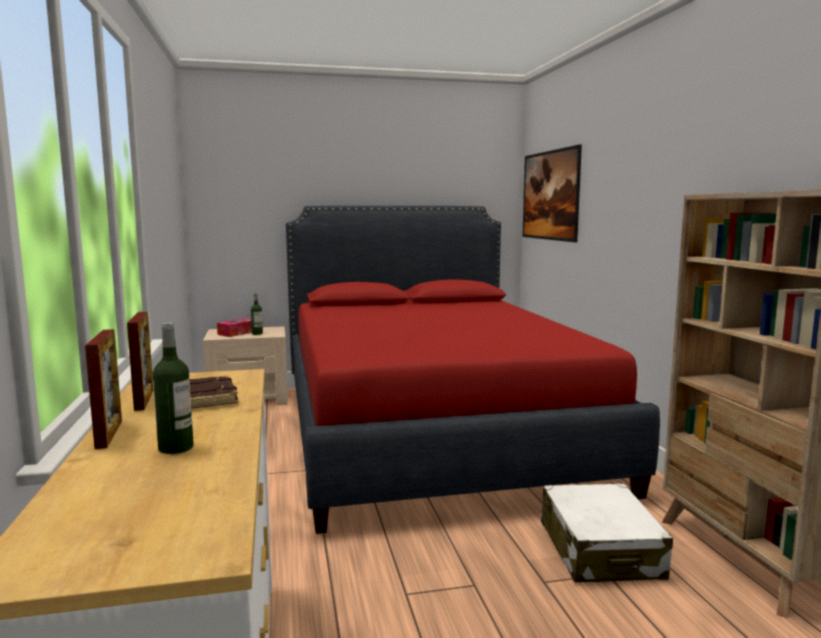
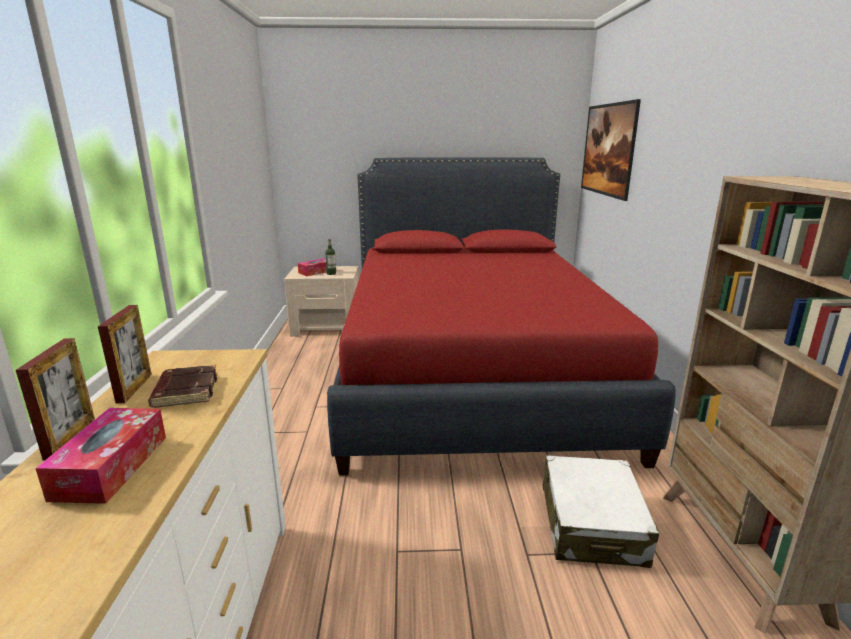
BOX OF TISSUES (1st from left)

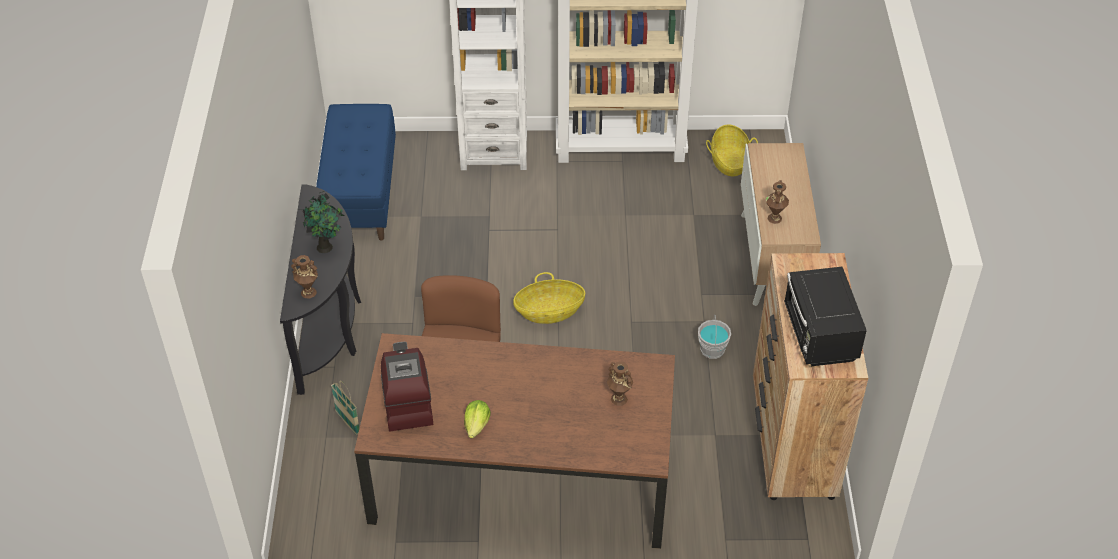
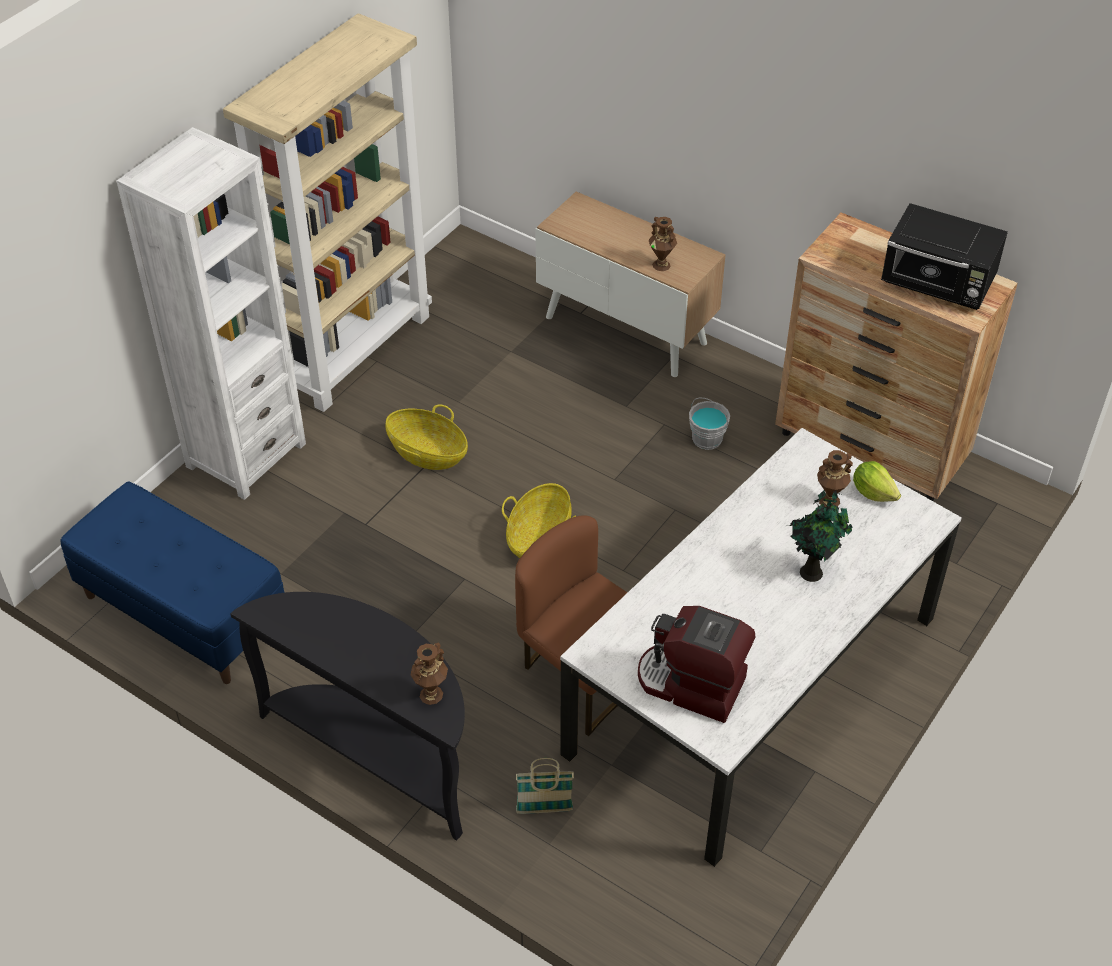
BASKET (1st from left)
PLANT IN A POT
WHITISH DINING TABLE
HEAD OF LETTUCE

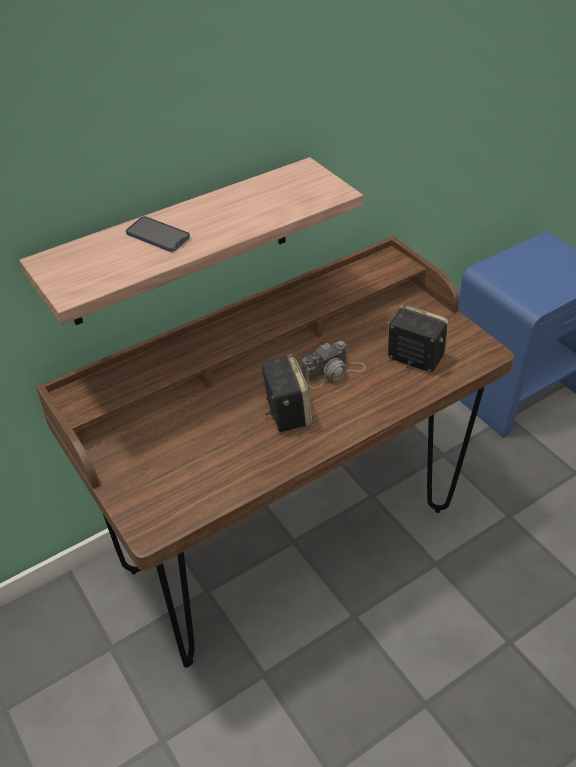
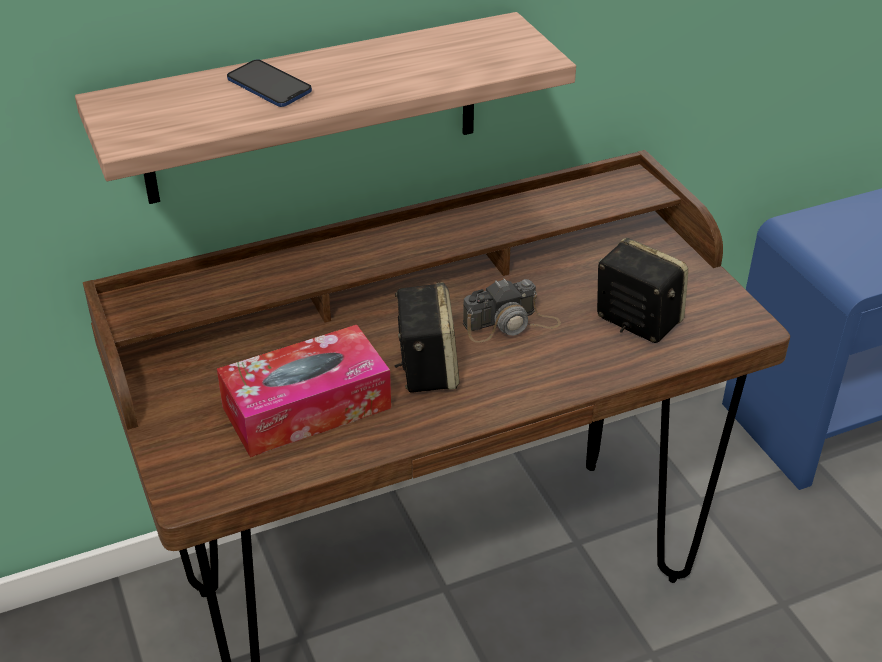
BOX OF TISSUES

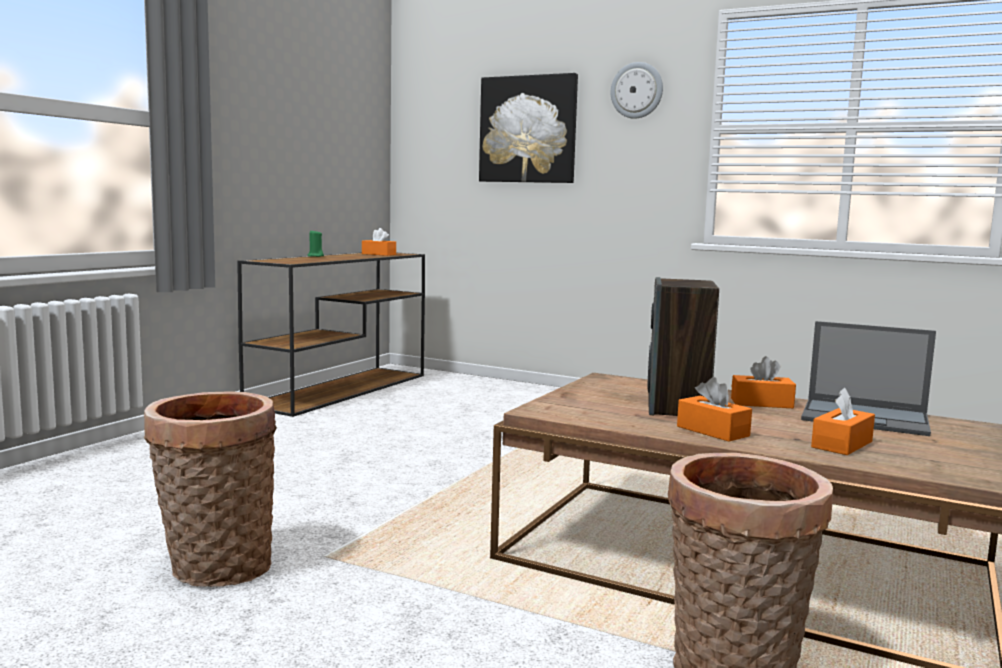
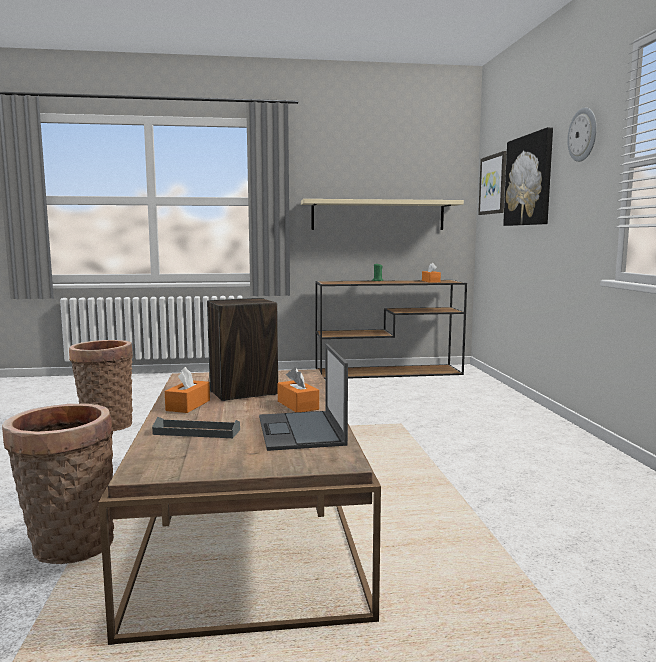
GRAY CARRYING TRAY
PICTURE (1st from left)
SAND-COLOURED SHELF

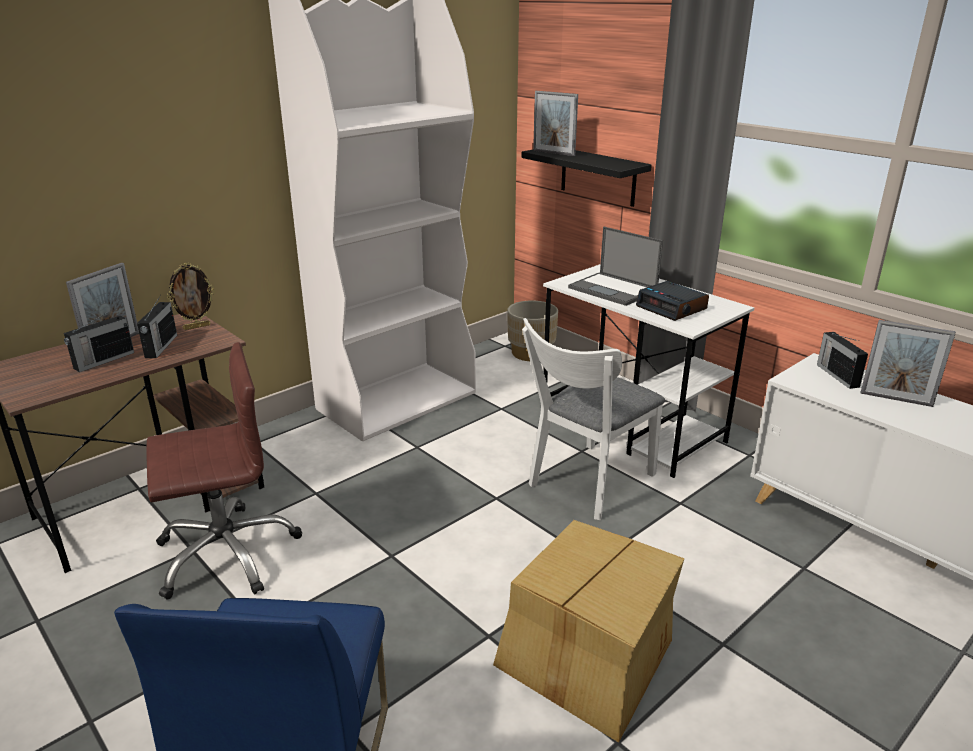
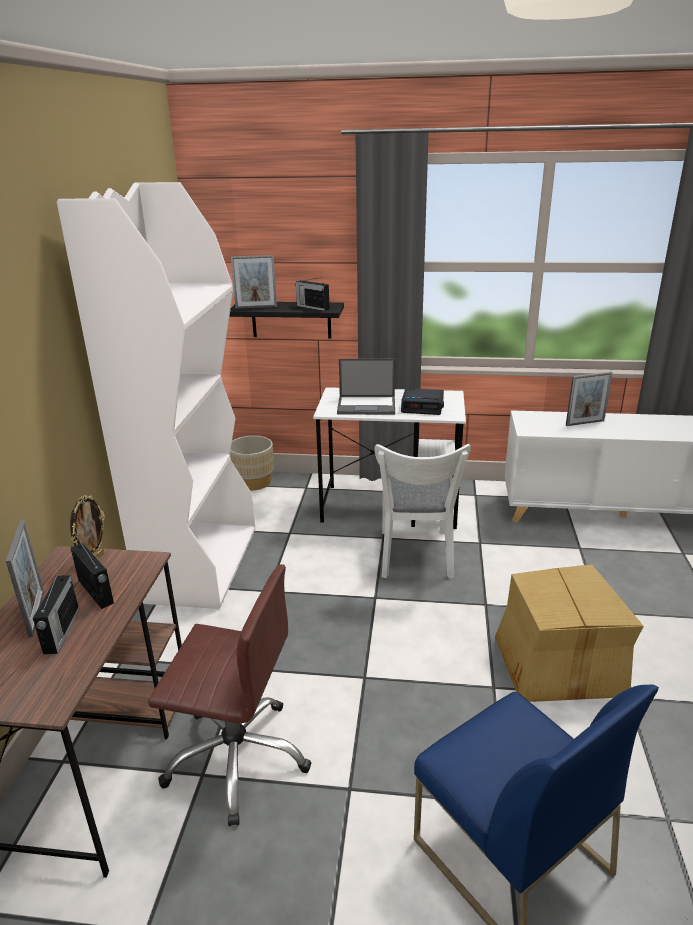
RADIO SET (3rd from left)
BROWNISH COMPUTER CHAIR

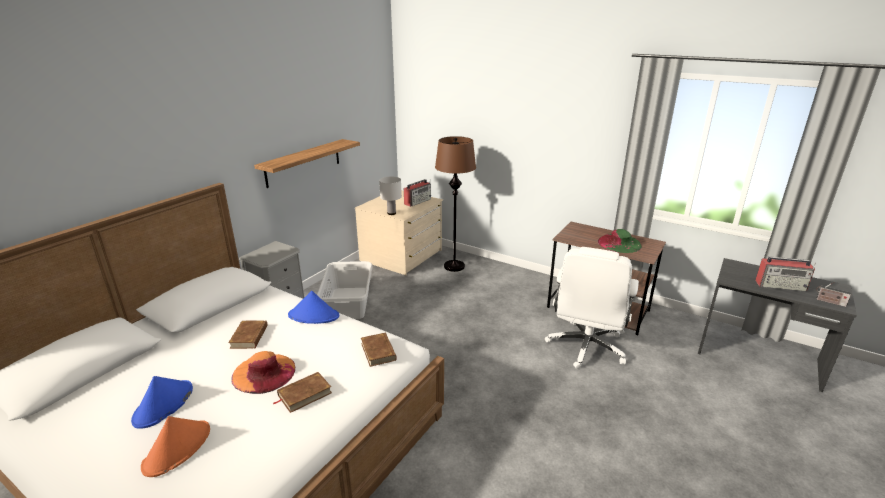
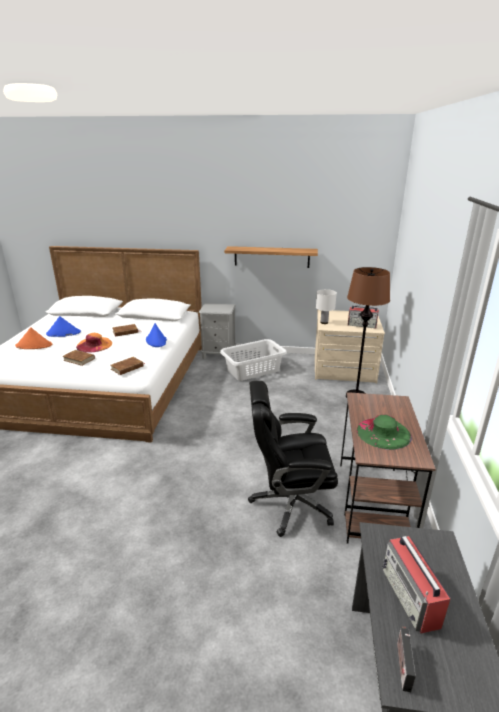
BLACK-COLOURED COMPUTER CHAIR

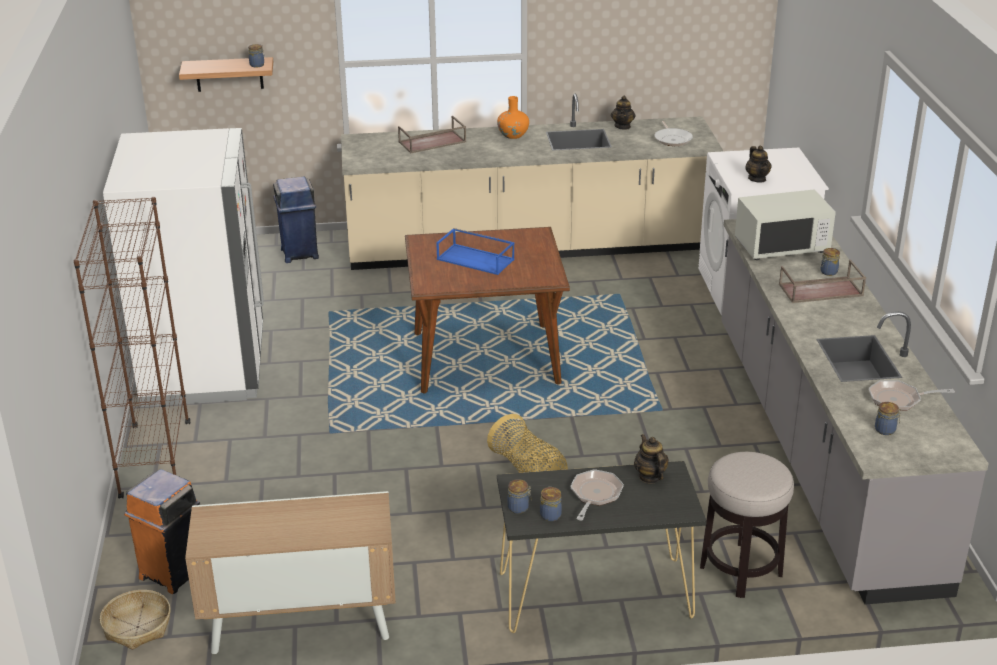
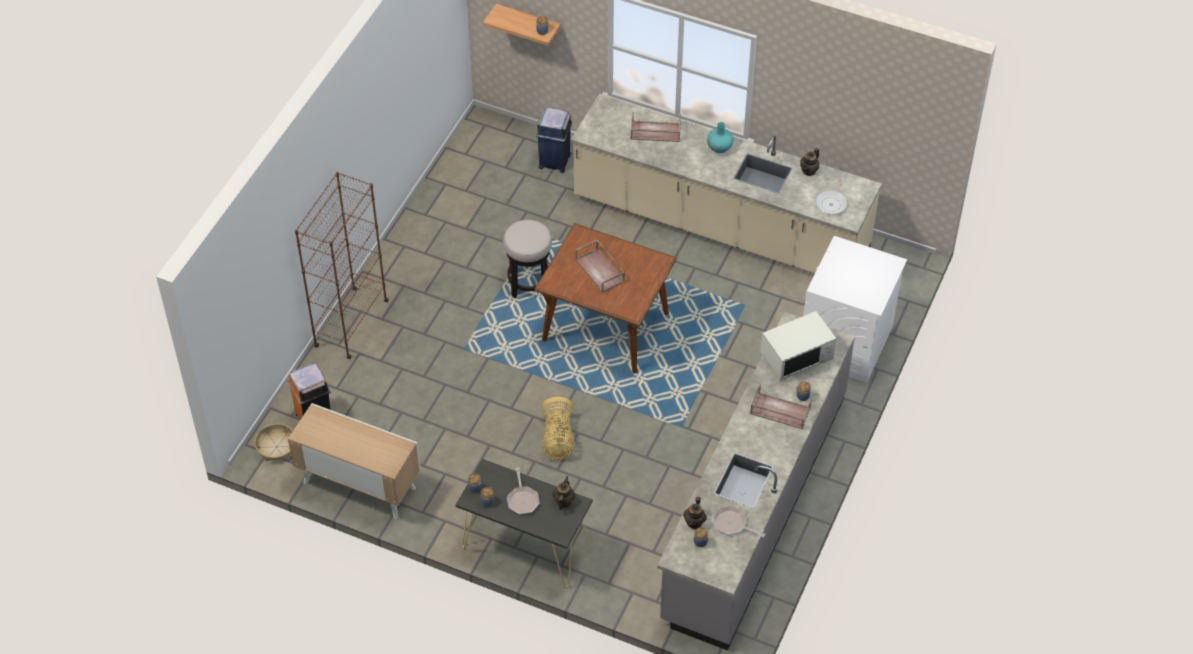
TURQUOISE-COLOURED VASE
WHITISH REFRIGERATOR
TEAPOT (2nd from left)
WHITISH MICROWAVE
BROWNISH CARRYING TRAY (1st from left)
SITTING STOOL
FRYING PAN (1st from left)

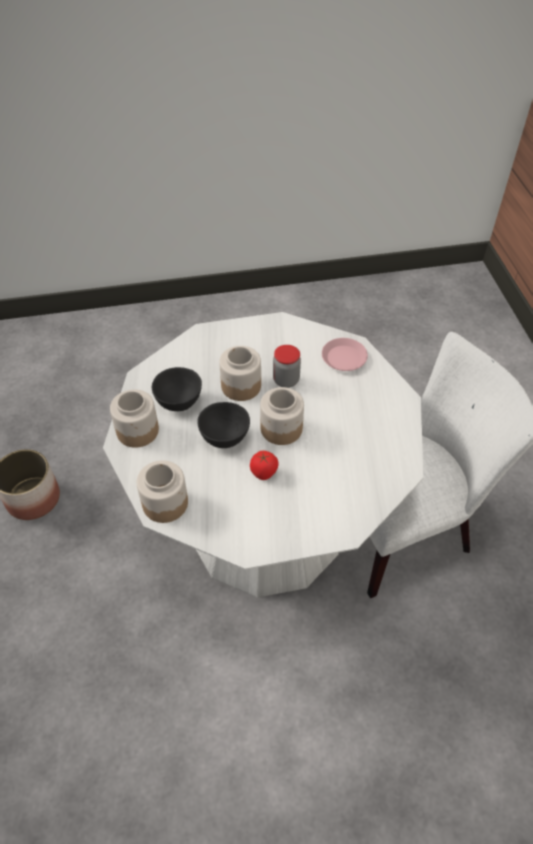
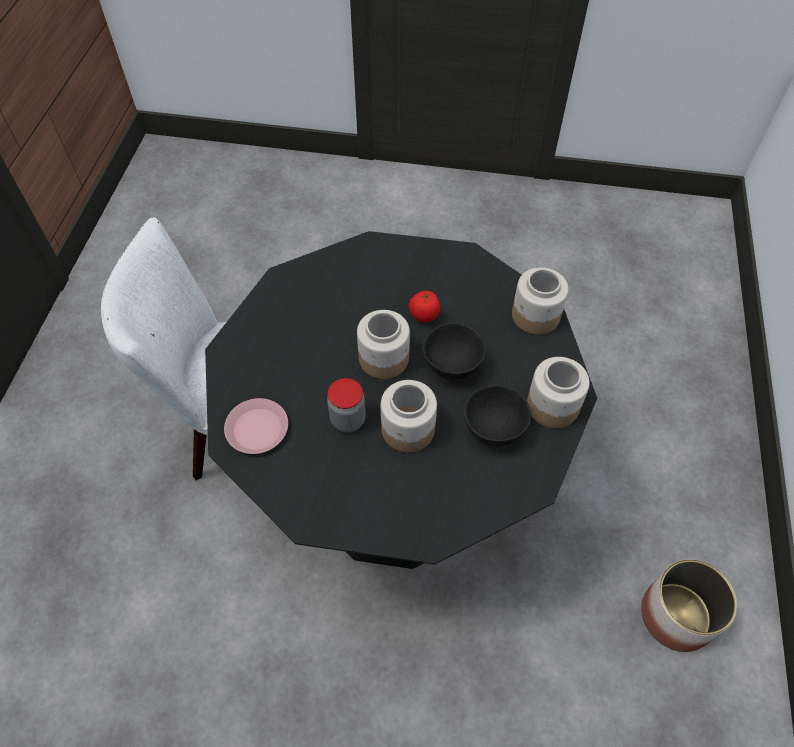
BLACK-COLOURED DINING TABLE

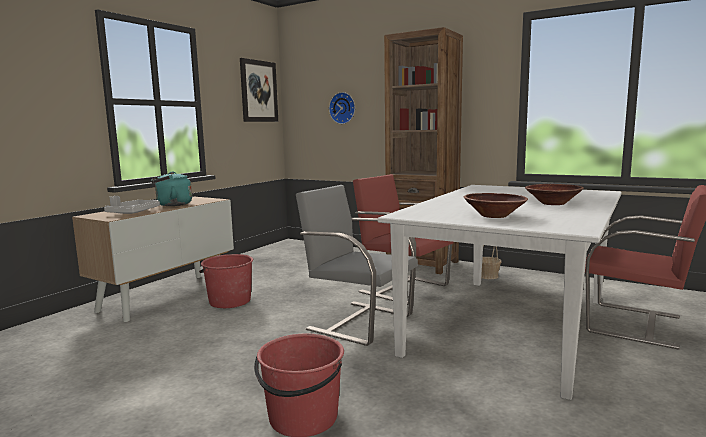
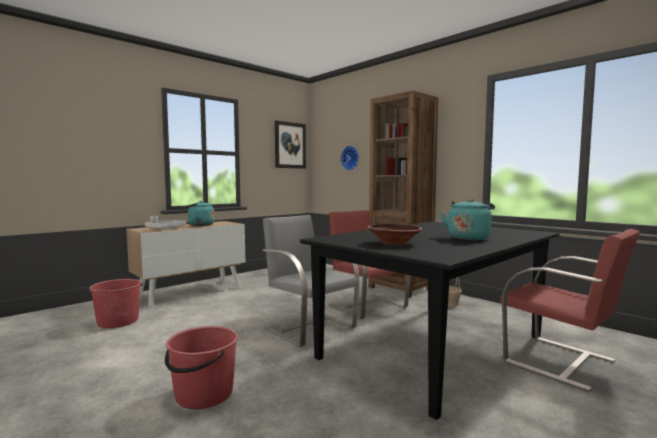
TURQUOISE-COLOURED WATER KETTLE (2nd from left)
BLACK-COLOURED DINING TABLE
REDDISH BUCKET (1st from left)

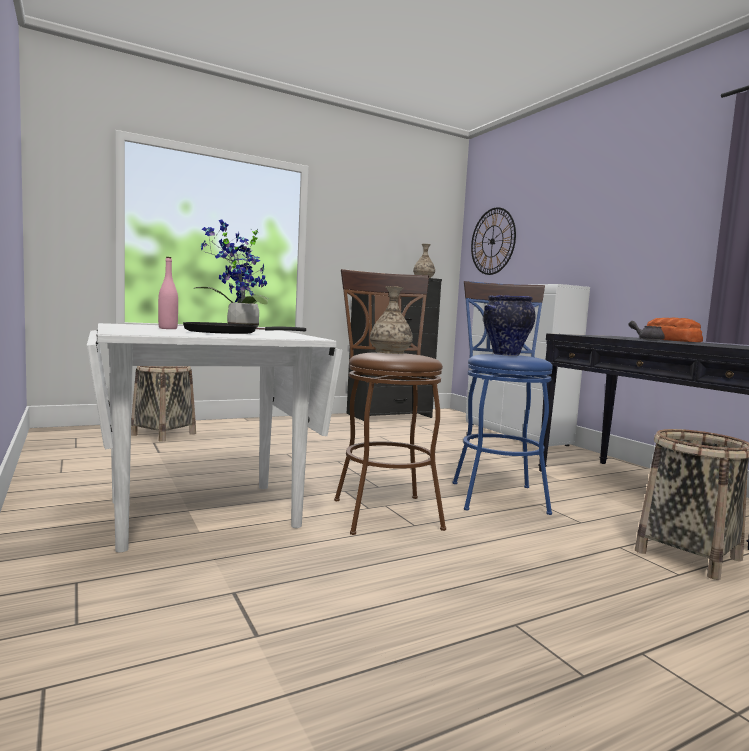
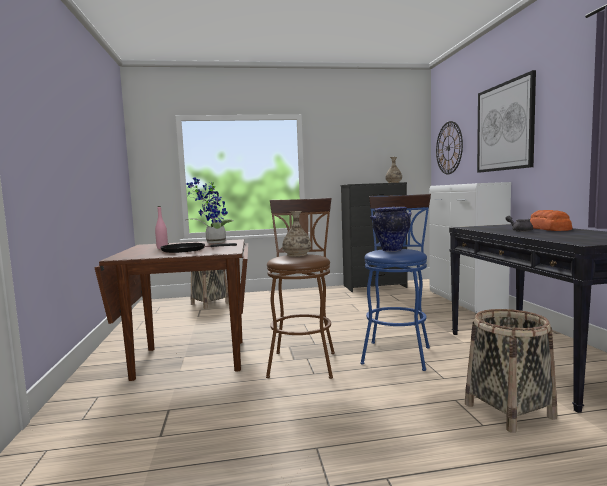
BROWNISH DINING TABLE
PICTURE

